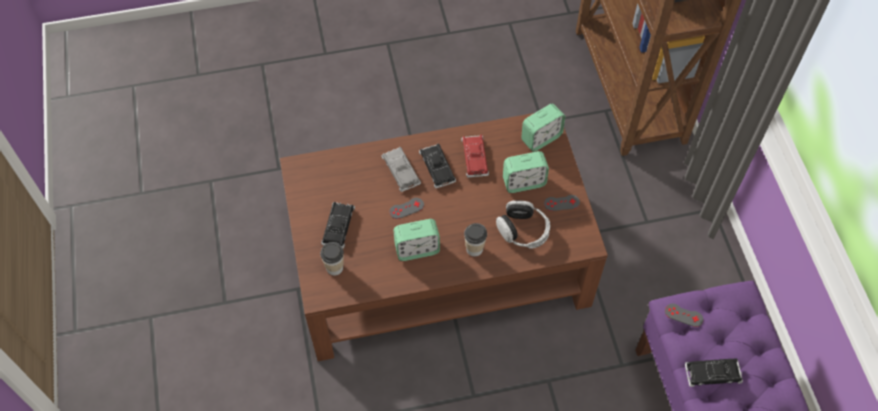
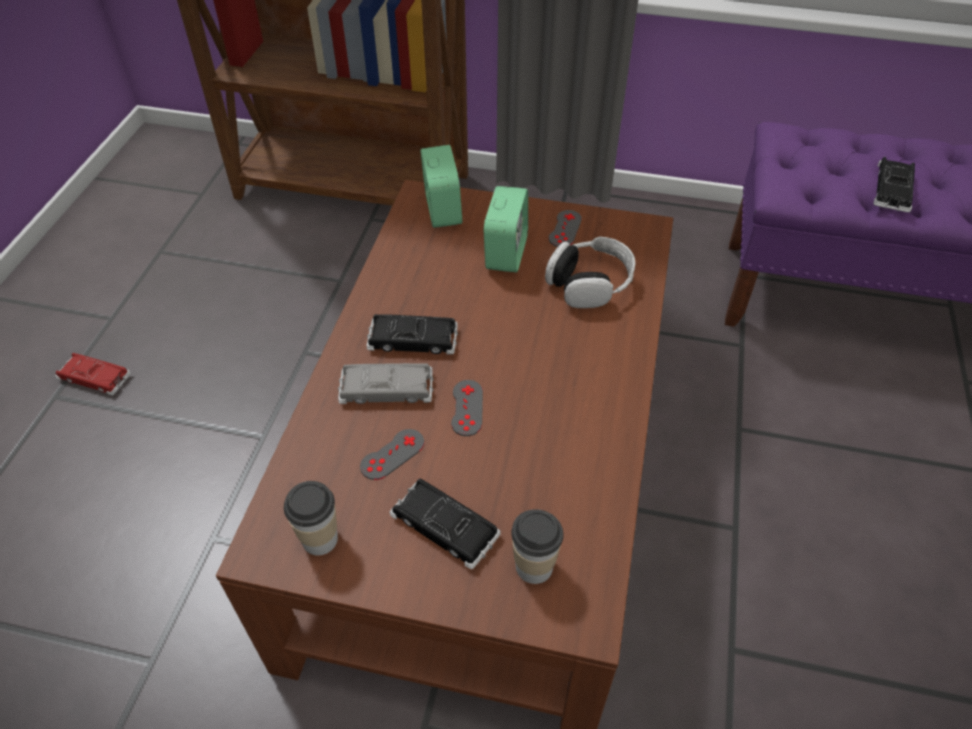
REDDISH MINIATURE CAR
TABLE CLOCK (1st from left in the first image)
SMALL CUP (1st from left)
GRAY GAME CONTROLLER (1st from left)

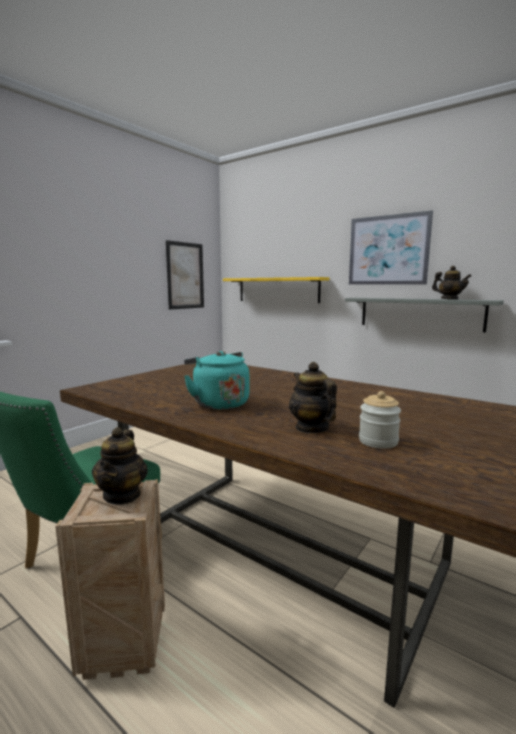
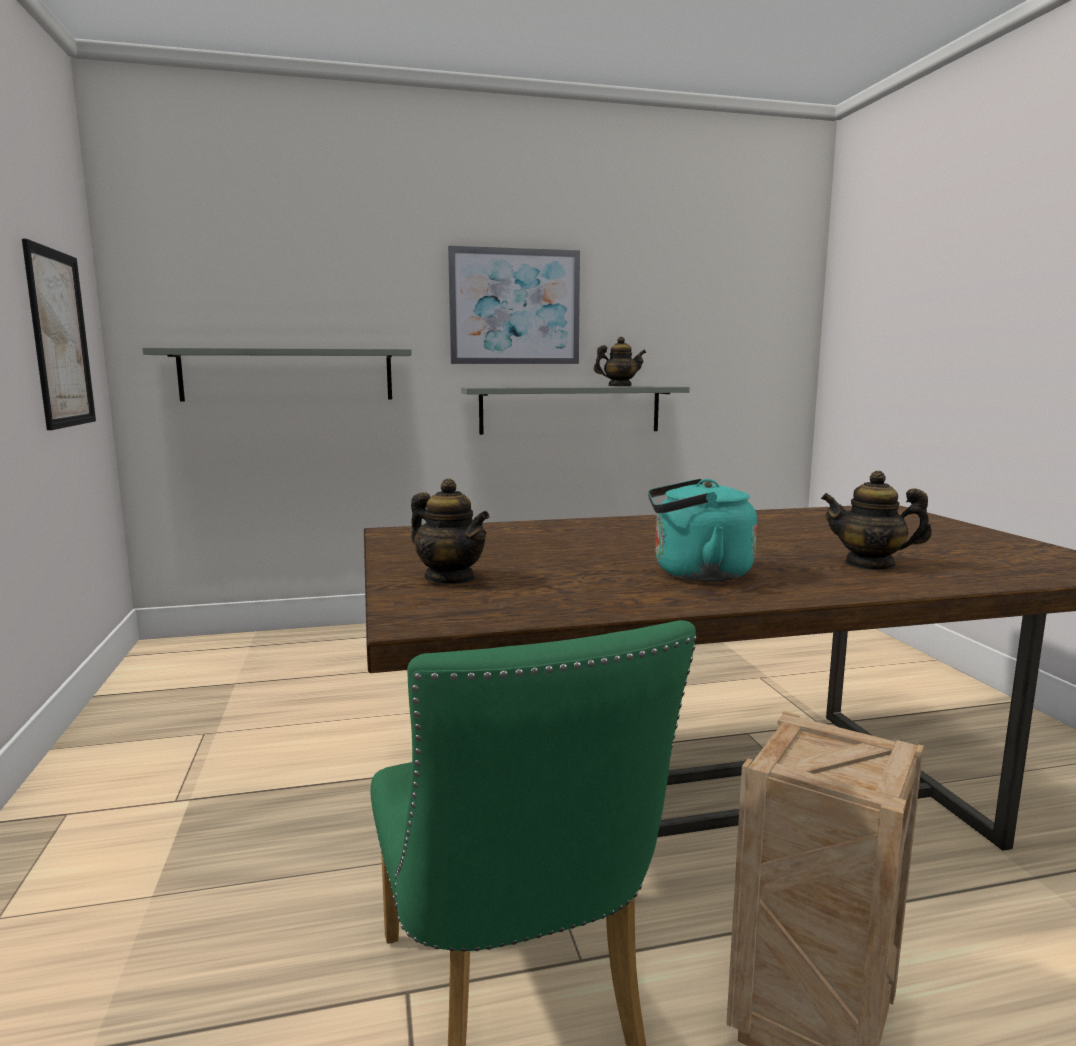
GRAY SHELF (1st from left)
JAR
TEAPOT (1st from left)

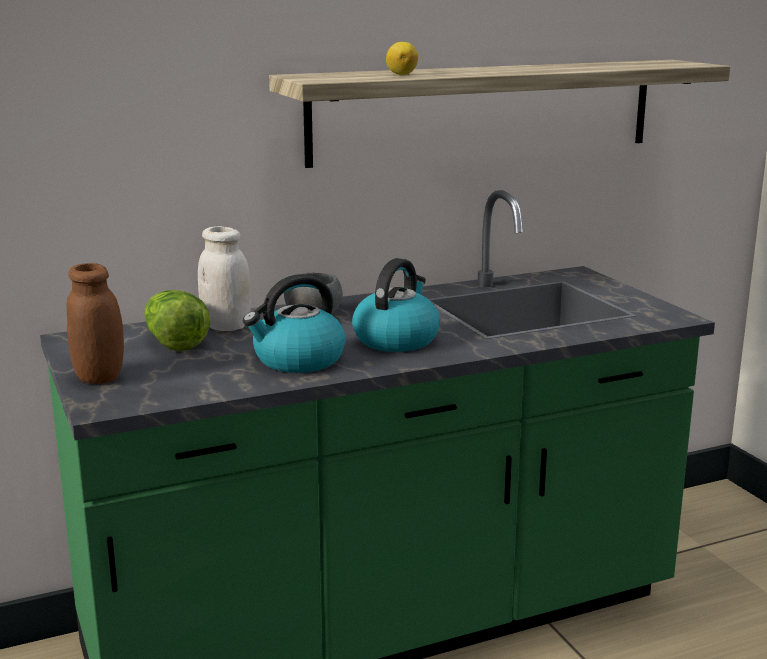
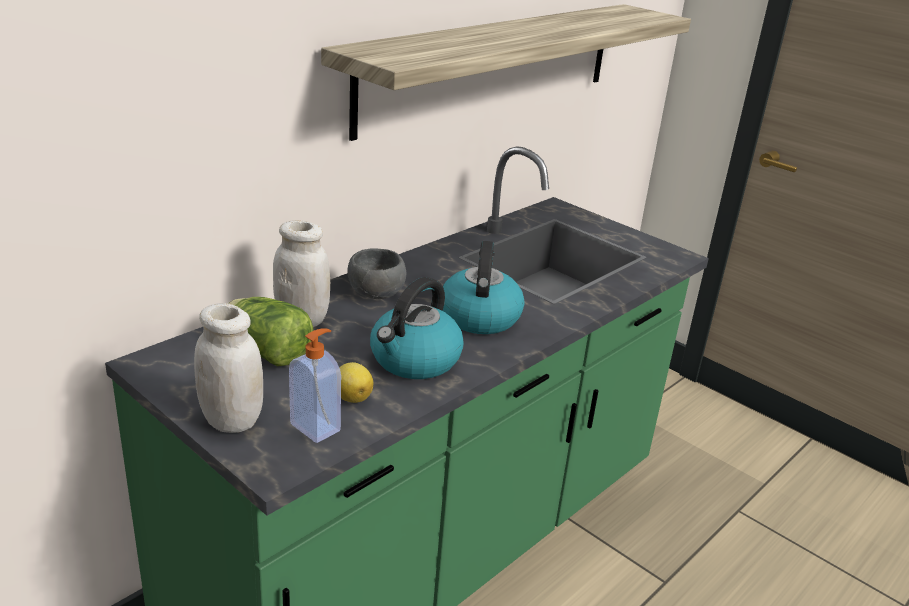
WHOLE LEMON
WHITISH JAR (1st from left)
SOAP DISPENSER

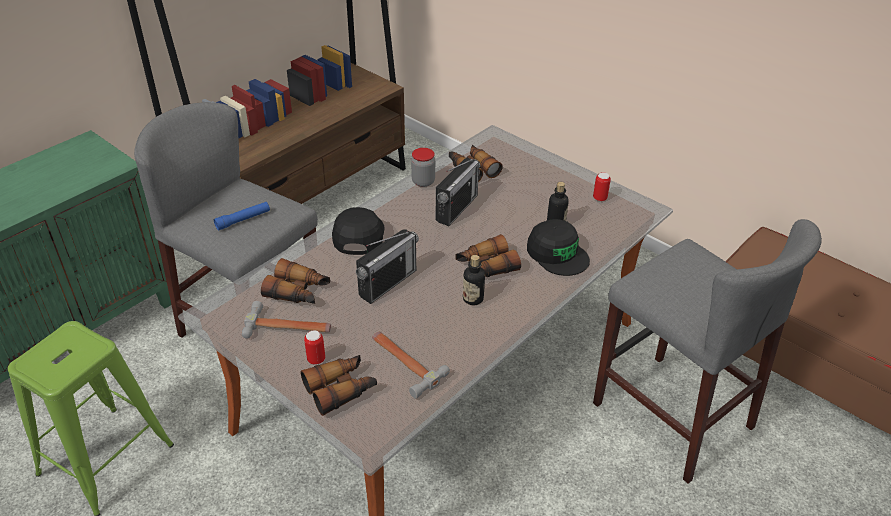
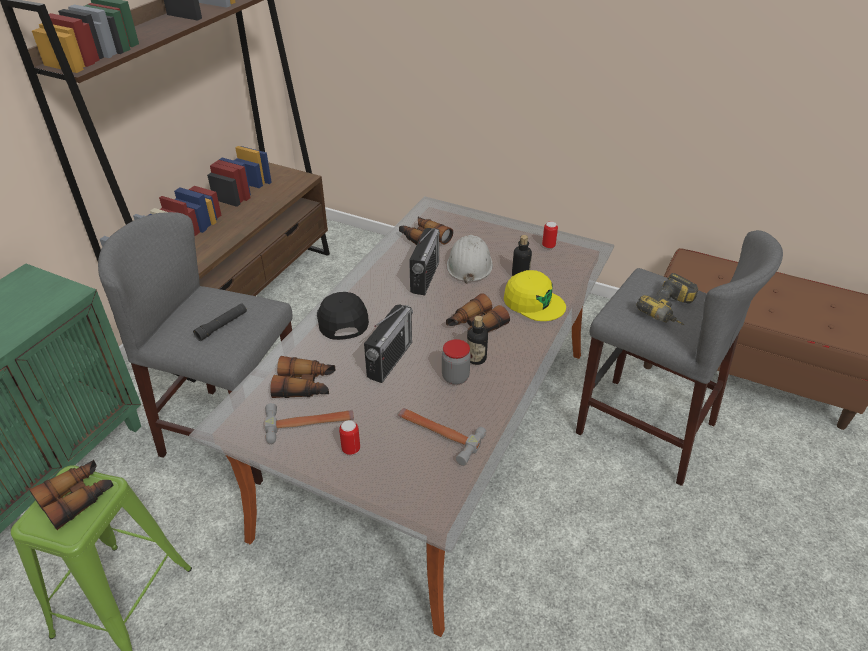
JAR
BLACK-COLOURED TORCH
YELLOW CAP
BINOCULARS (1st from left)
WHITISH SAFETY HELMET
POWER DRILL

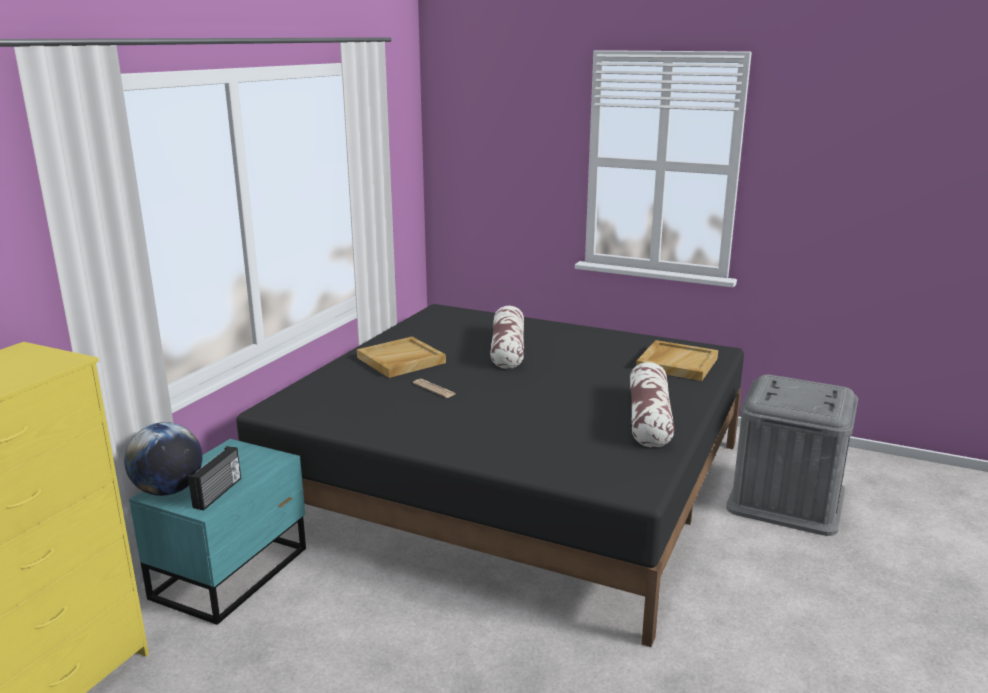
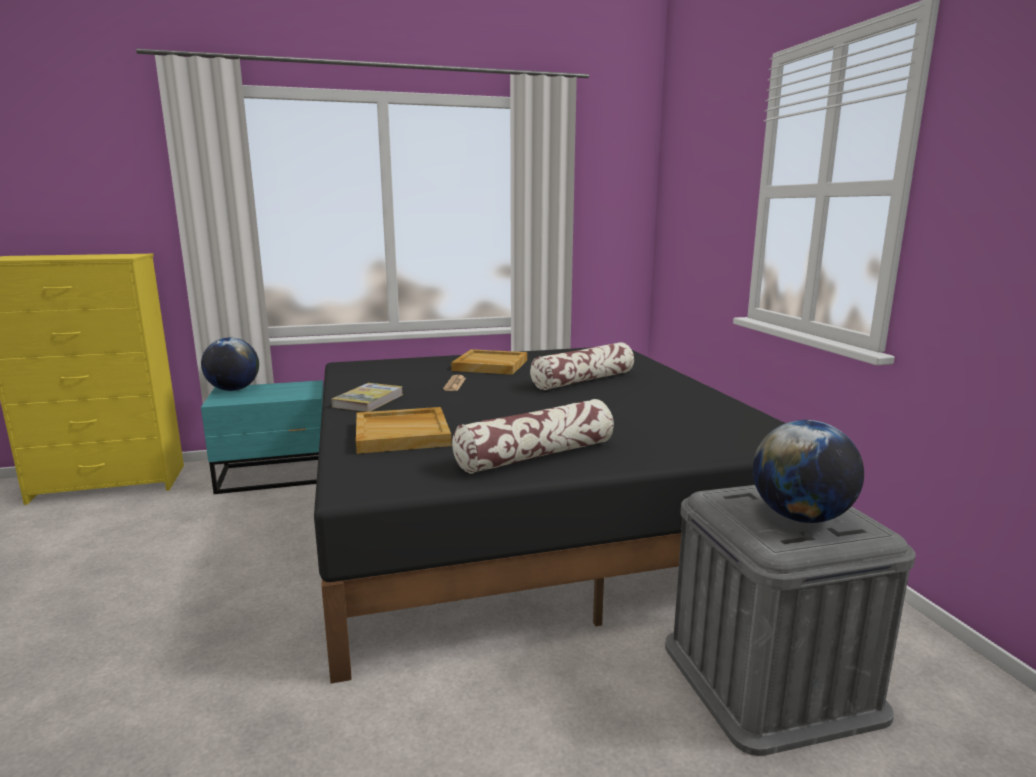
SAND-COLOURED CARRYING TRAY (1st from left)
RADIO SET
BOOK
DESK GLOBE (2nd from left)

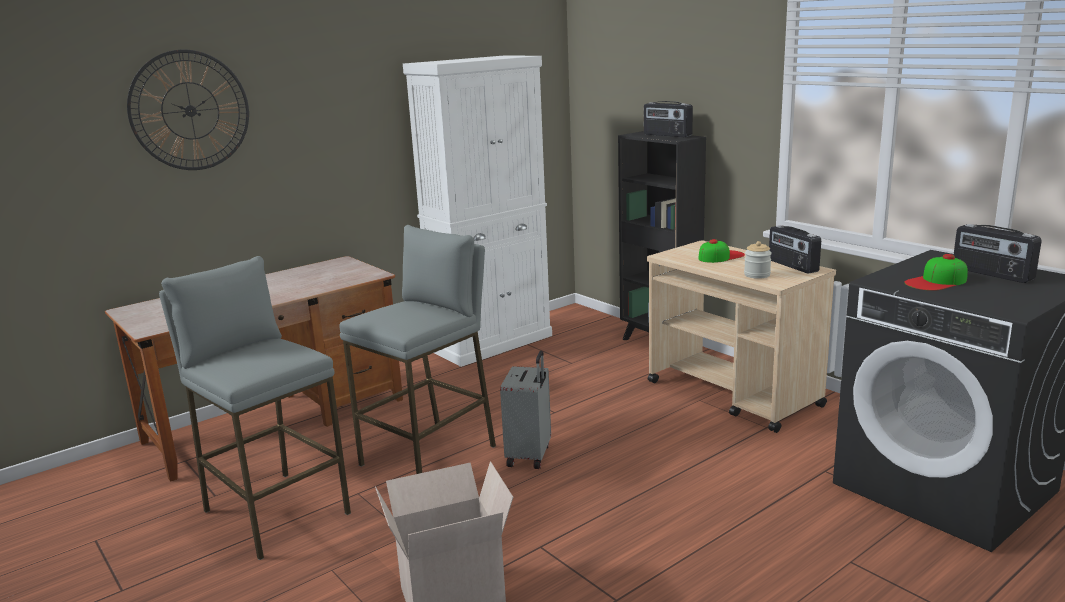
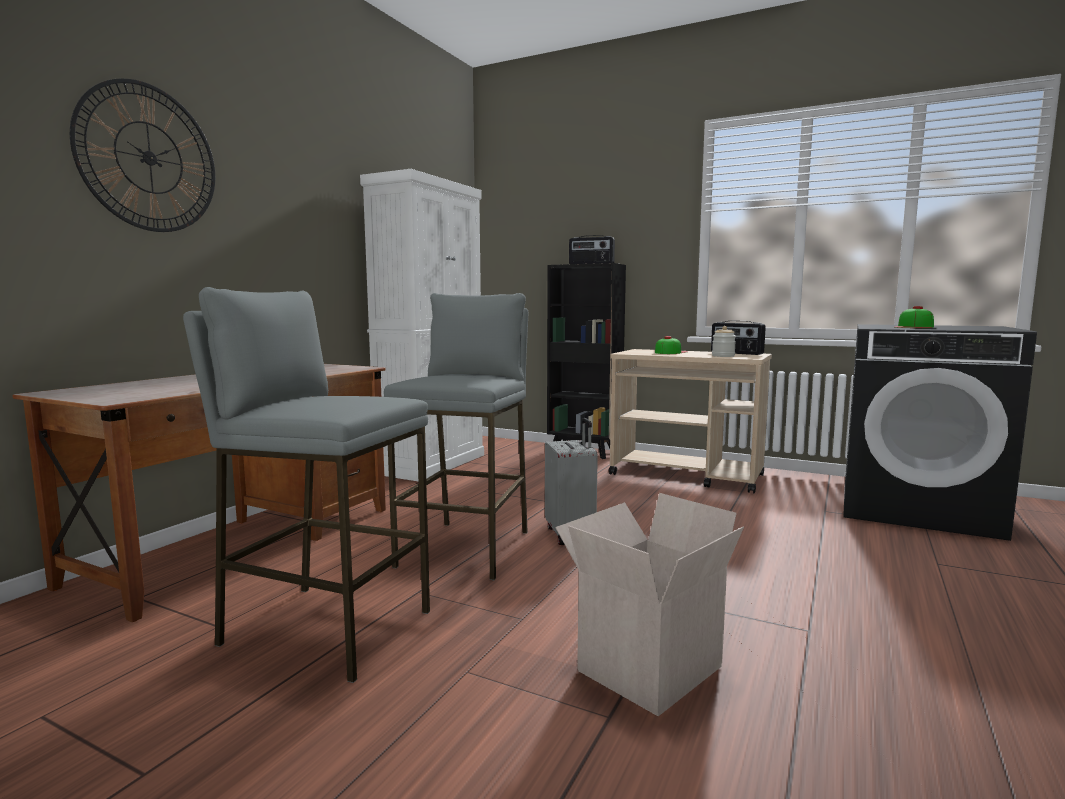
RADIO SET (3rd from left in the first image)

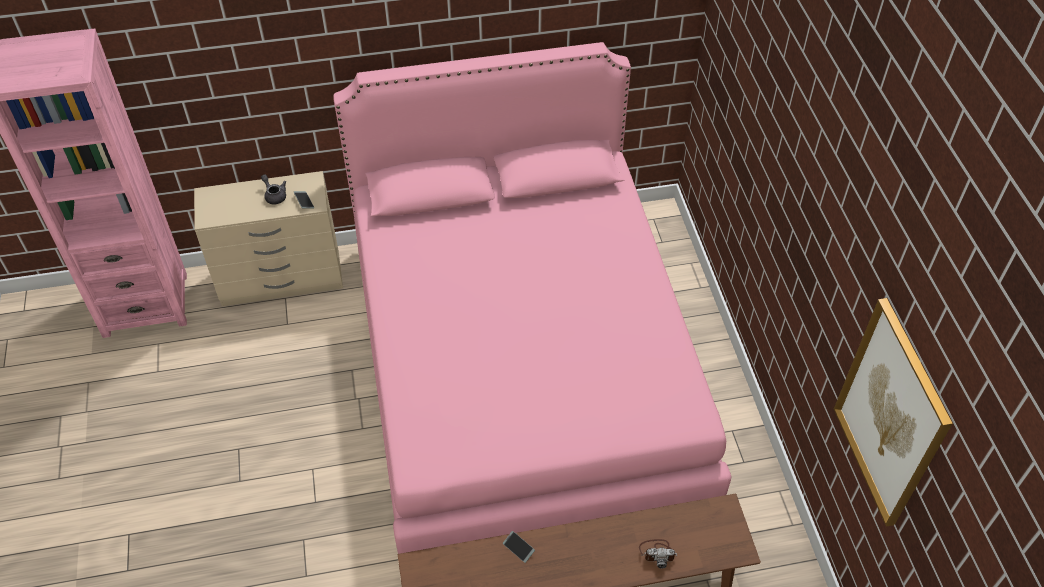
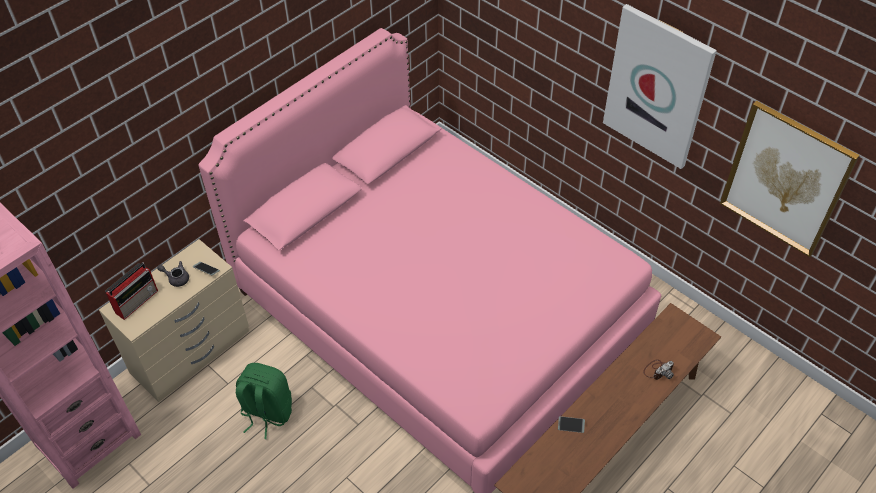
PICTURE (1st from left)
RADIO SET
GREEN-COLOURED KNAPSACK

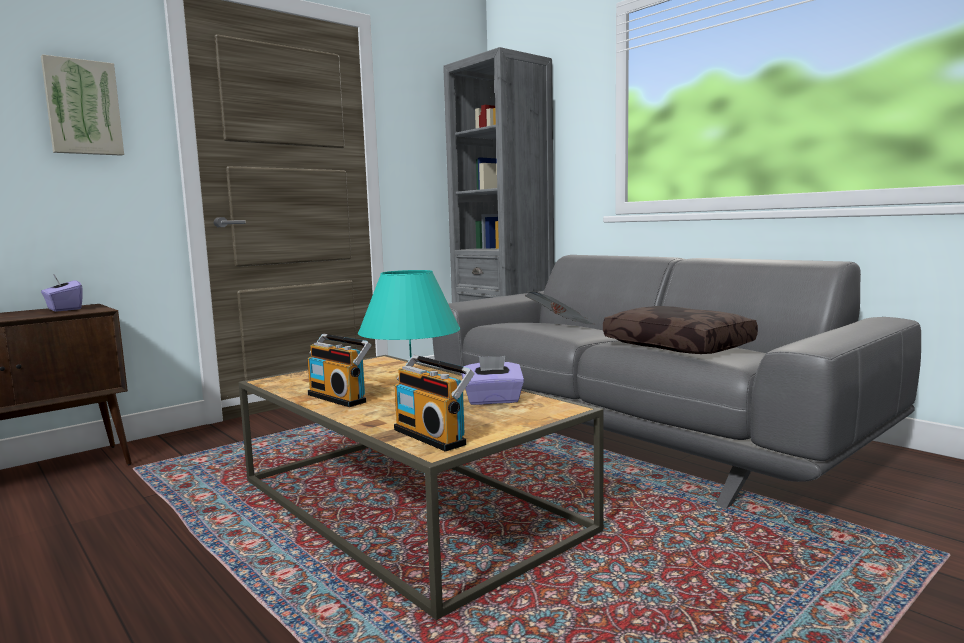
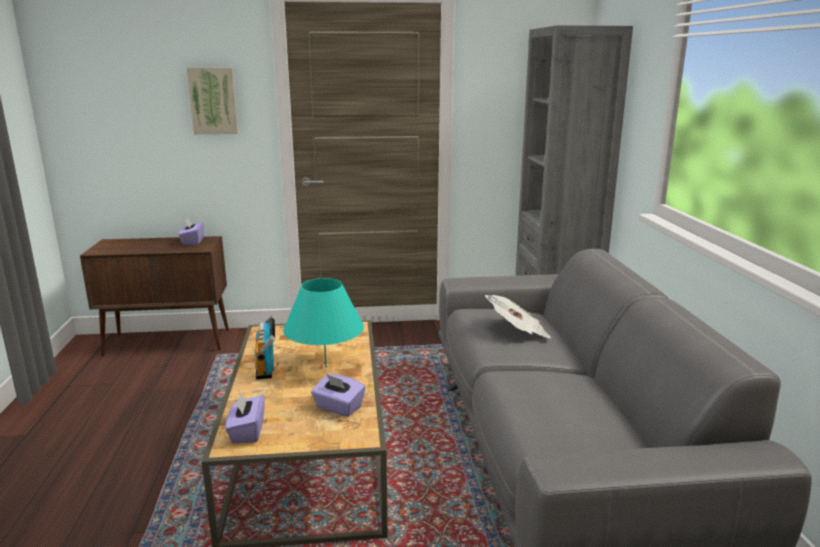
BROWNISH PILLOW
PURPLISH BOX OF TISSUES (2nd from left)

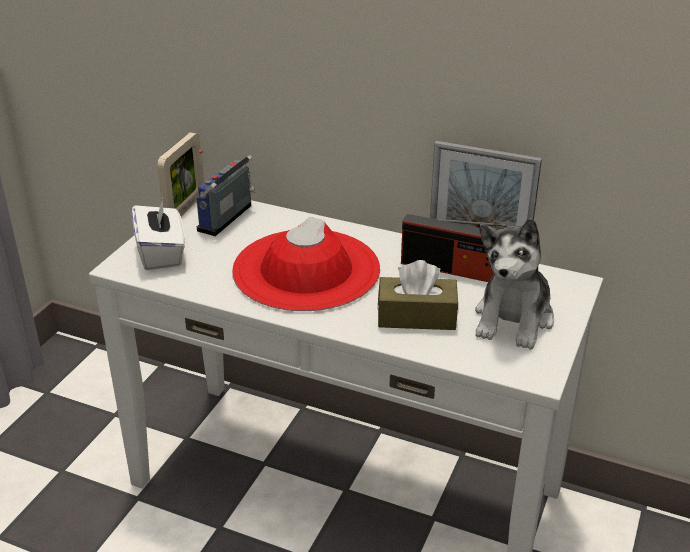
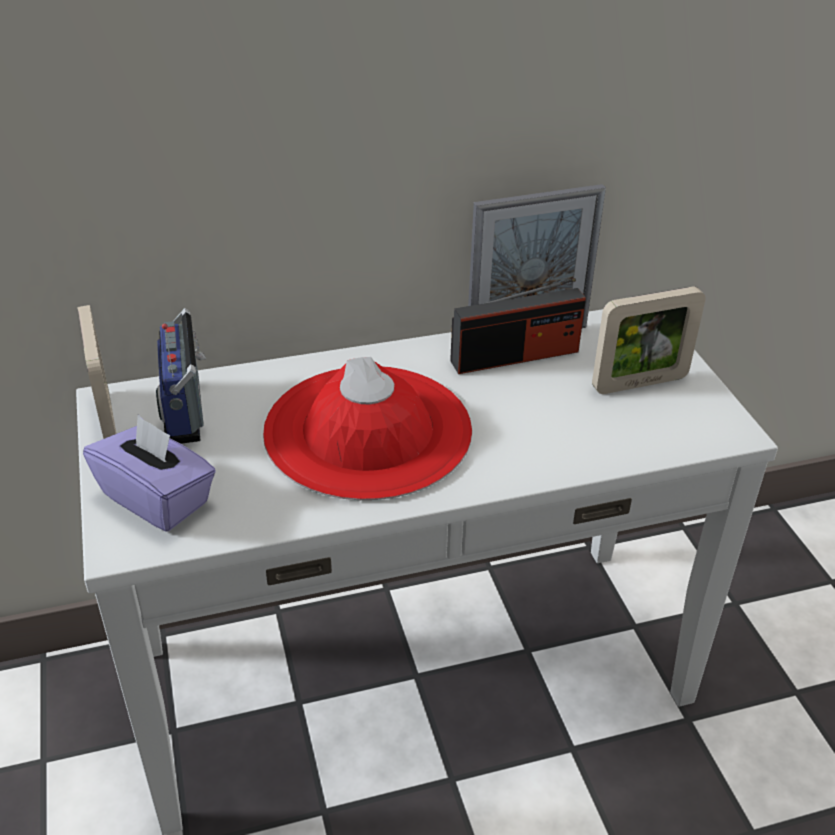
PURPLISH BOX OF TISSUES
PHOTO FRAME (3rd from left)
BROWNISH BOX OF TISSUES

